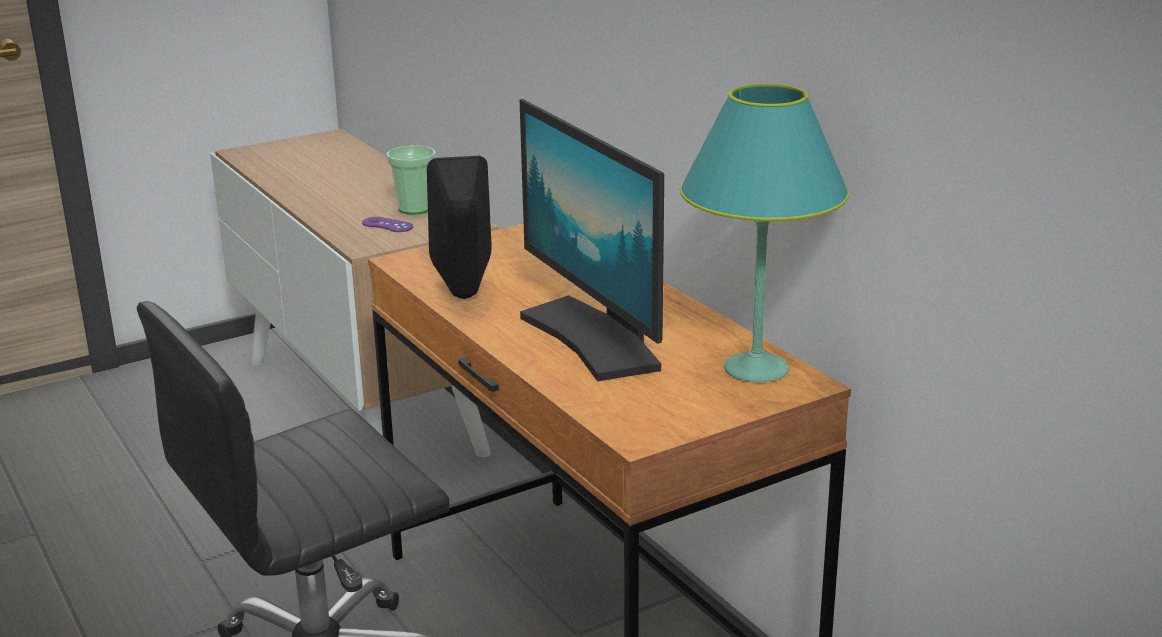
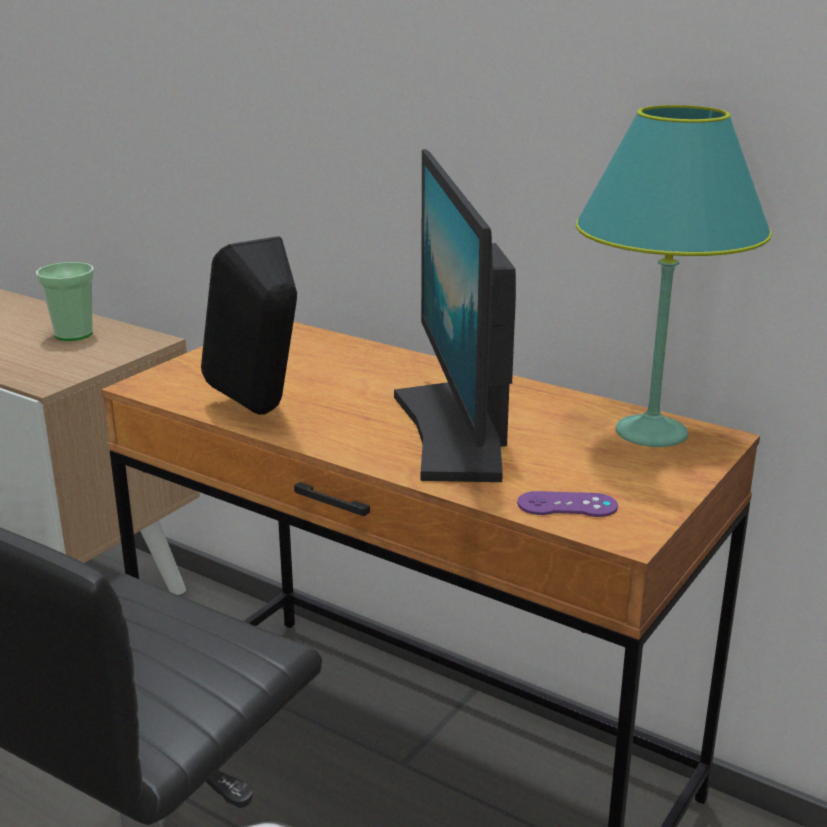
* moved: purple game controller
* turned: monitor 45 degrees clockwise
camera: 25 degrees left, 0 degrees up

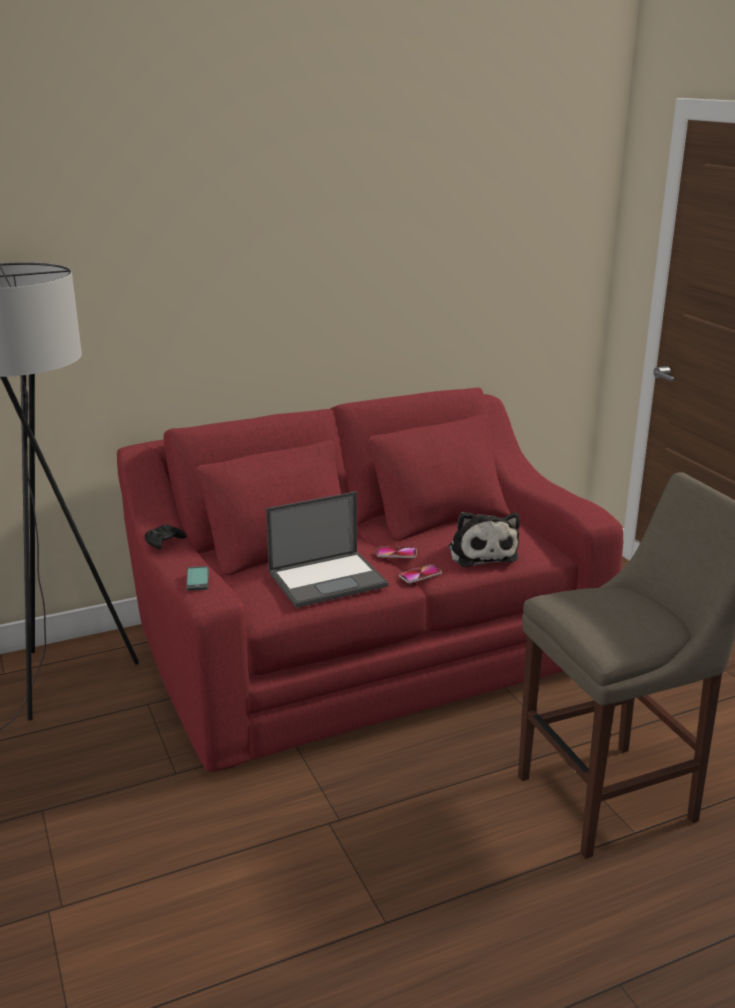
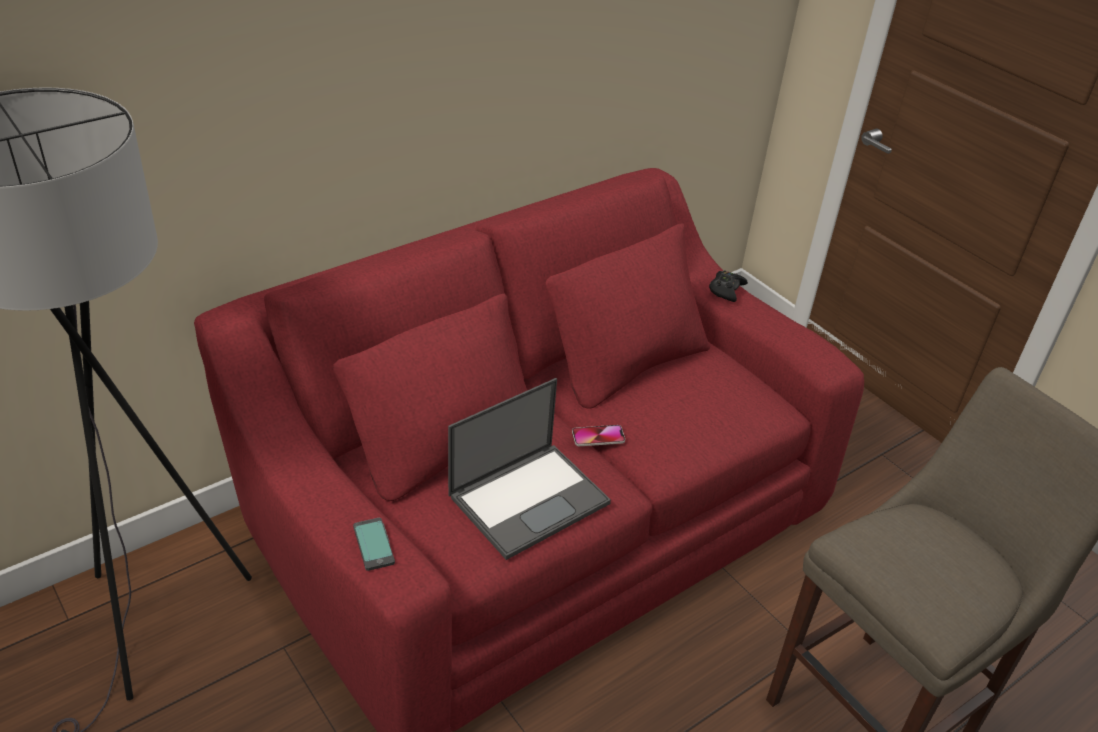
* moved: black game controller
* removed: phone (3rd from left)
* removed: plush toy
camera: 15 degrees left, 15 degrees up

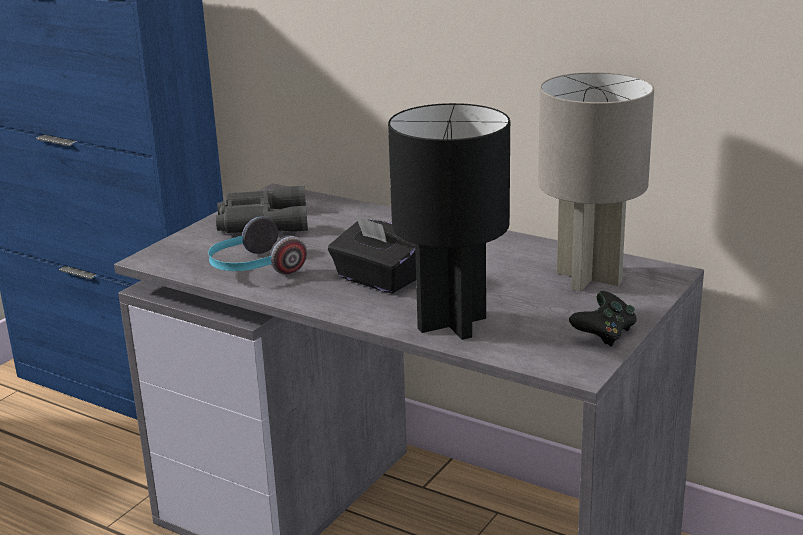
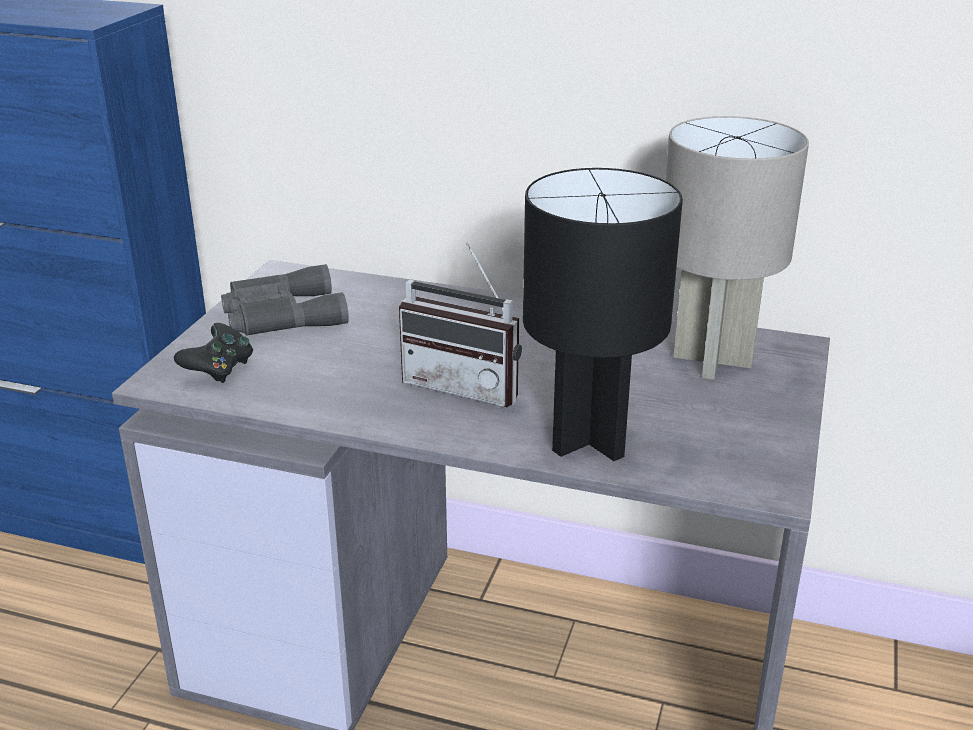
* removed: headphones
* replaced: black tissue box to radio
* moved: black game controller
camera: 15 degrees left, 5 degrees up

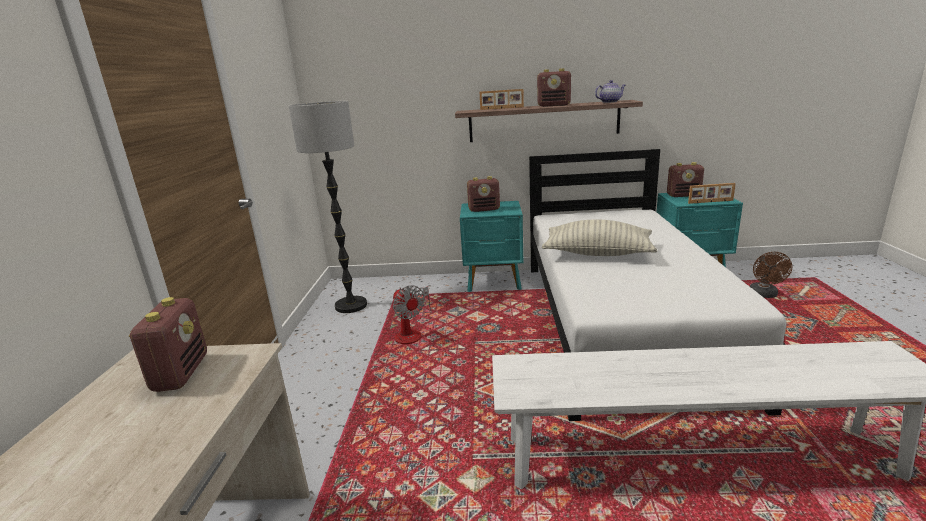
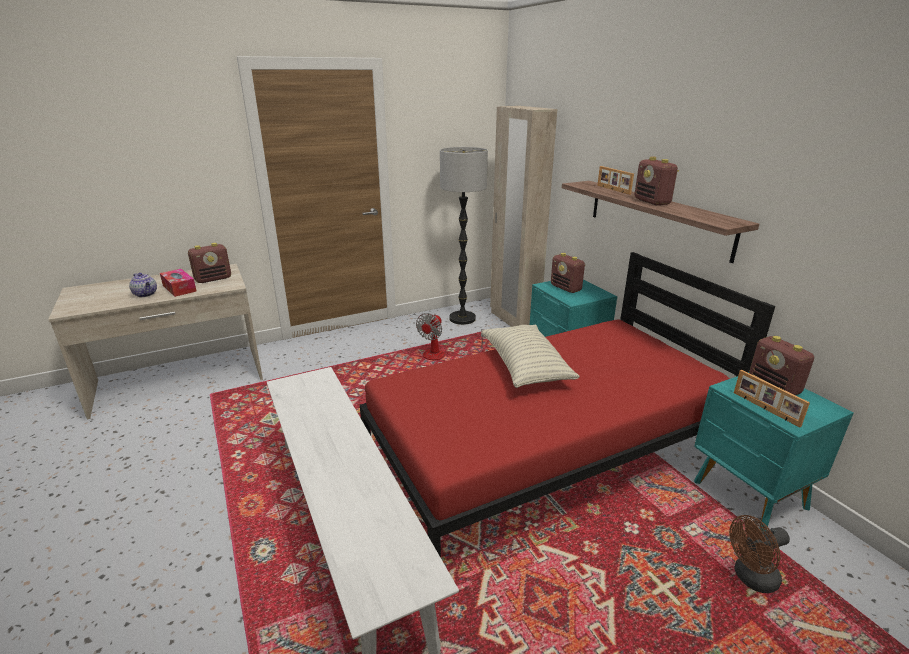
* recoloured: white bed to red bed
* moved: teapot
* added: tissue box
* added: beige wardrobe
camera: 60 degrees right, 5 degrees up

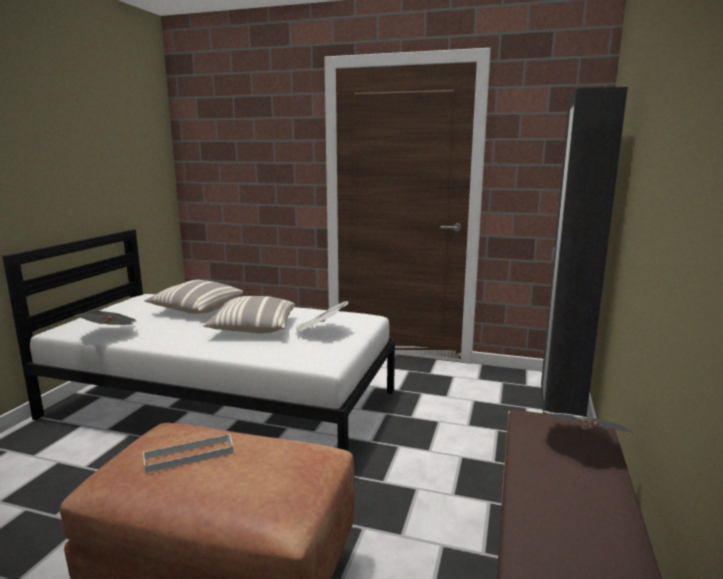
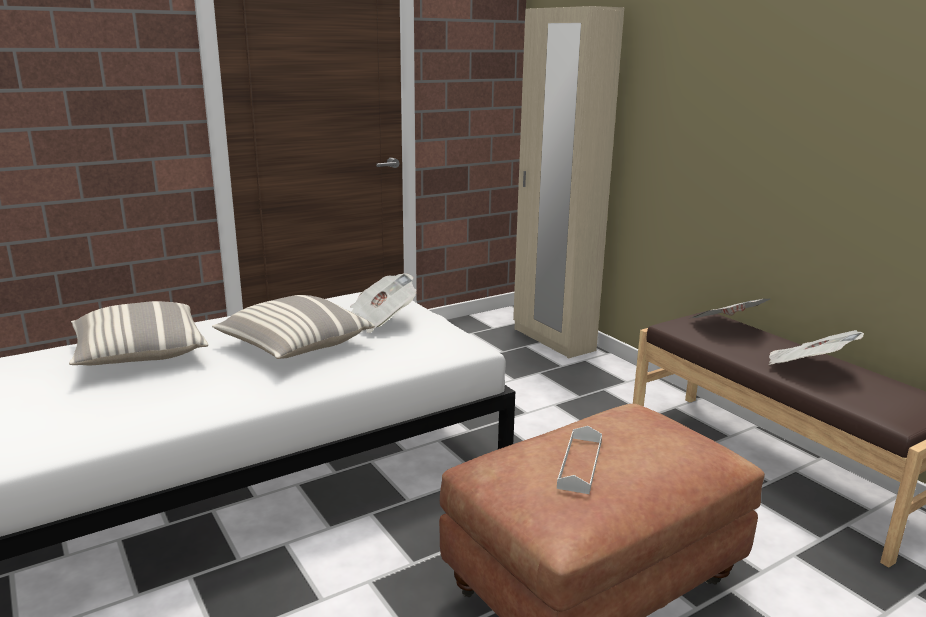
* moved: newspaper (1st from left in the first image) to newspaper (3rd from left)
* recoloured: black wardrobe to beige wardrobe
camera: 50 degrees left, 5 degrees up

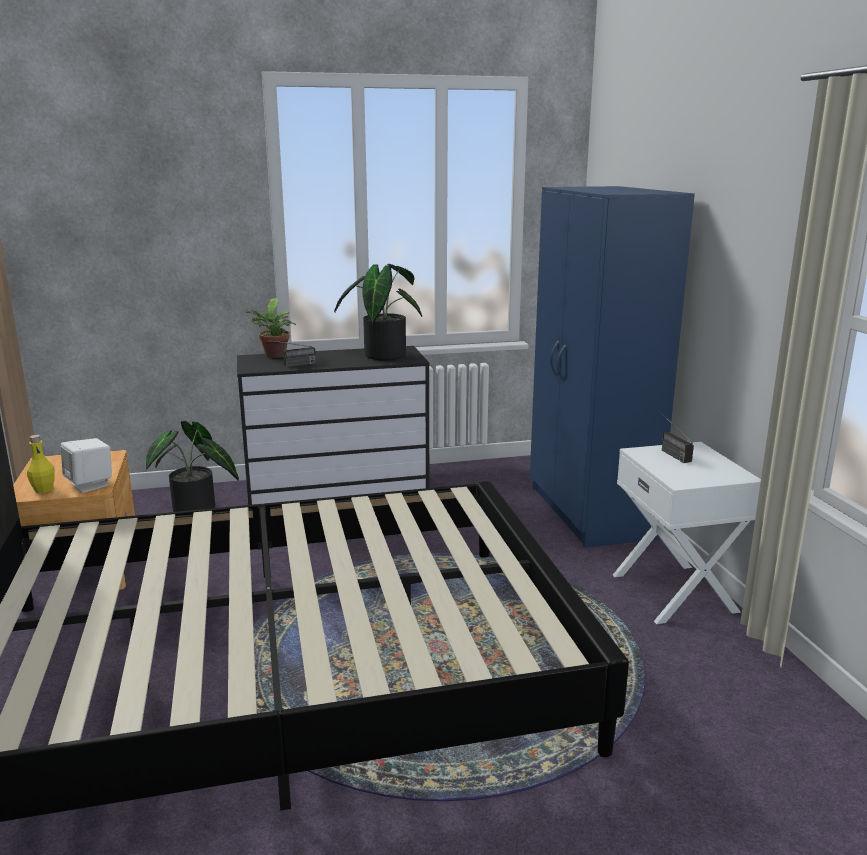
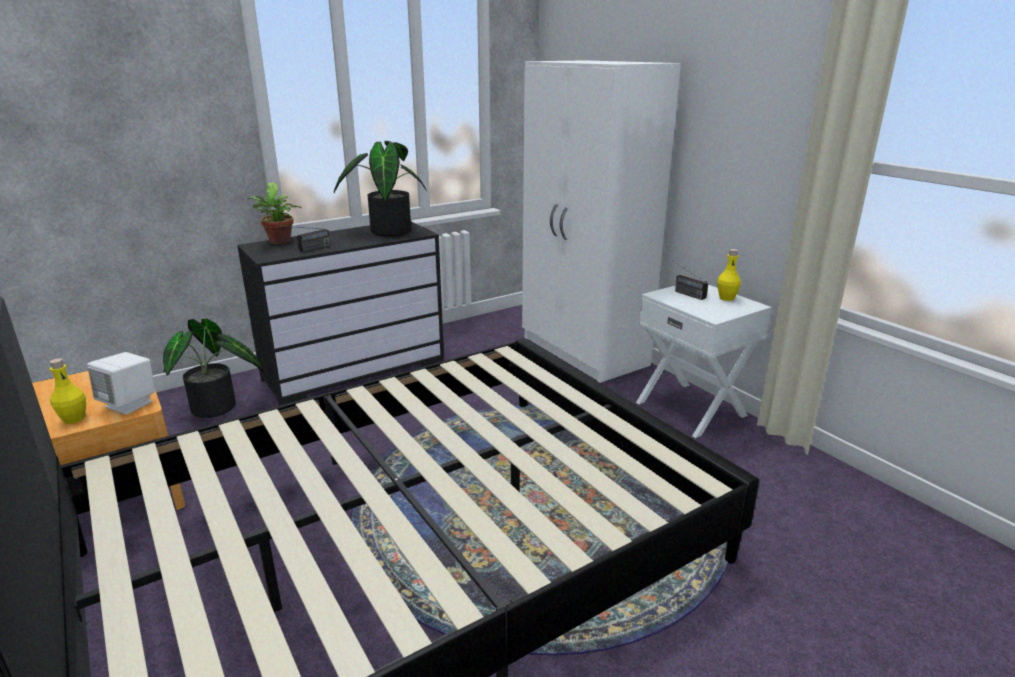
* recoloured: blue wardrobe to white wardrobe
* added: yellow bottle (2nd from left)
camera: 20 degrees left, 5 degrees up

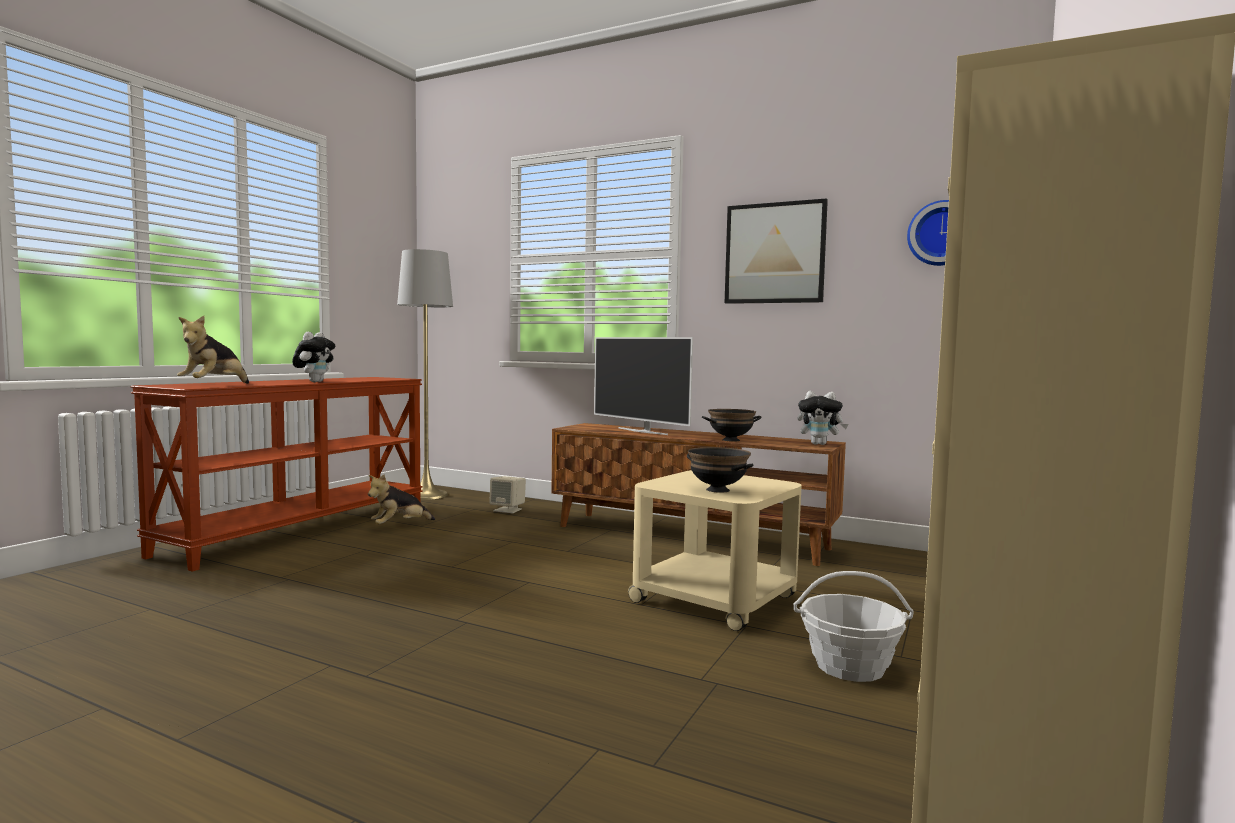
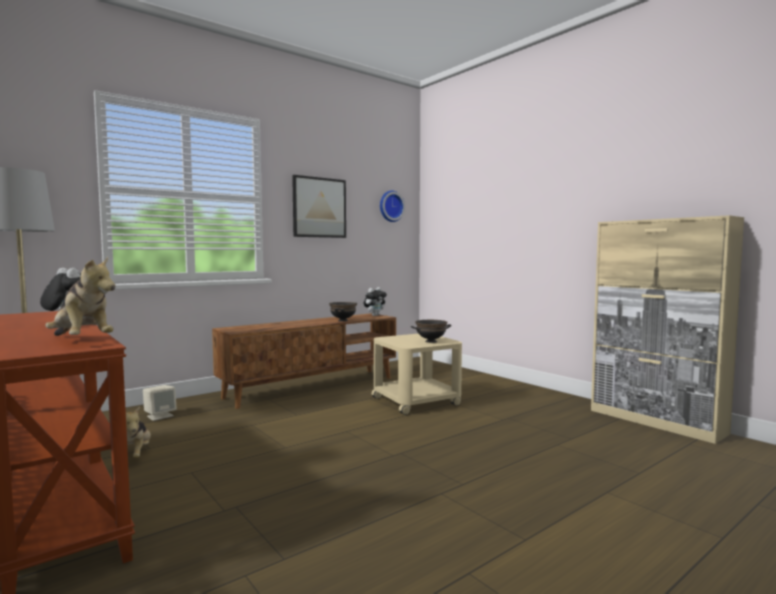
* removed: television
* removed: basket
camera: 65 degrees left, 0 degrees up

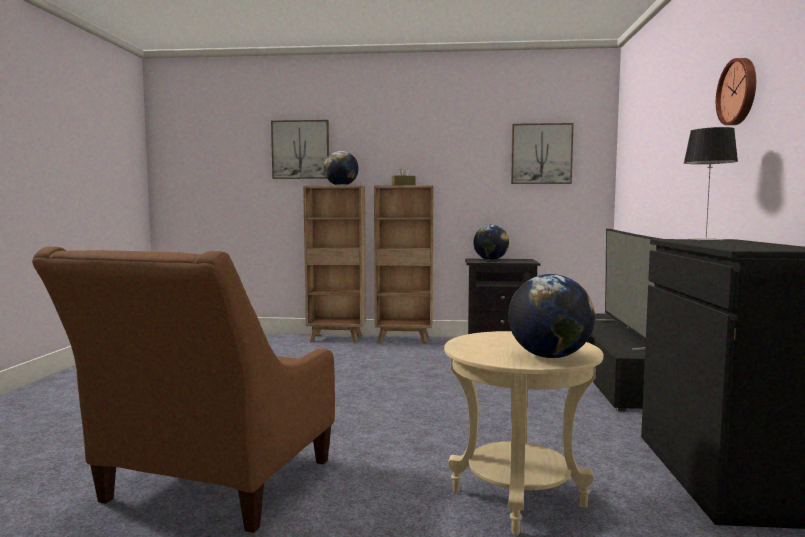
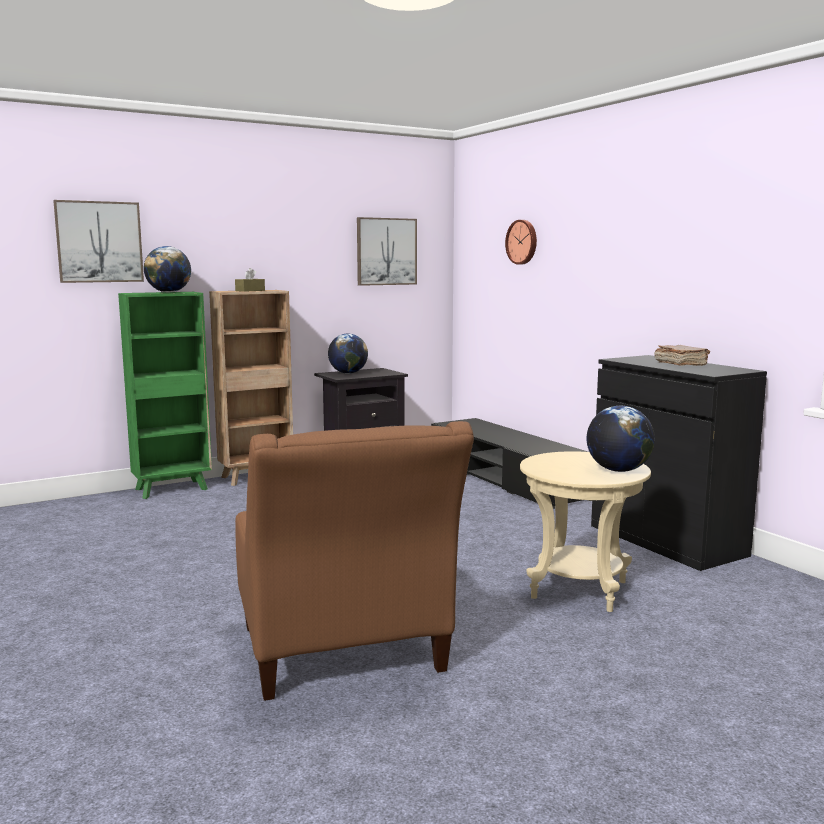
* recoloured: brown bookcase (1st from left) to green bookcase
* removed: television
* removed: table lamp
* moved: wall clock
* added: brown book
camera: 35 degrees left, 5 degrees up

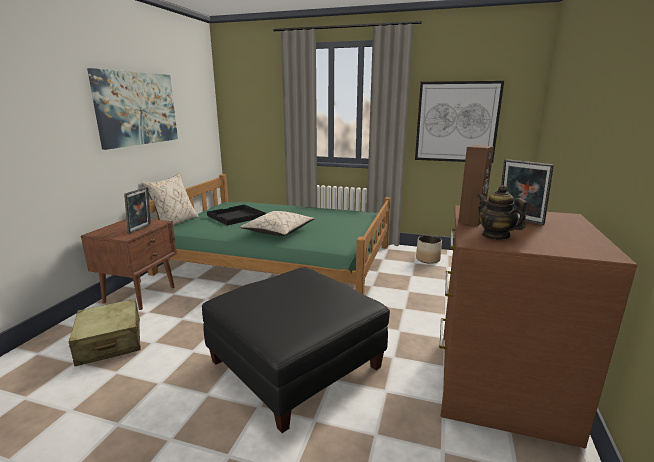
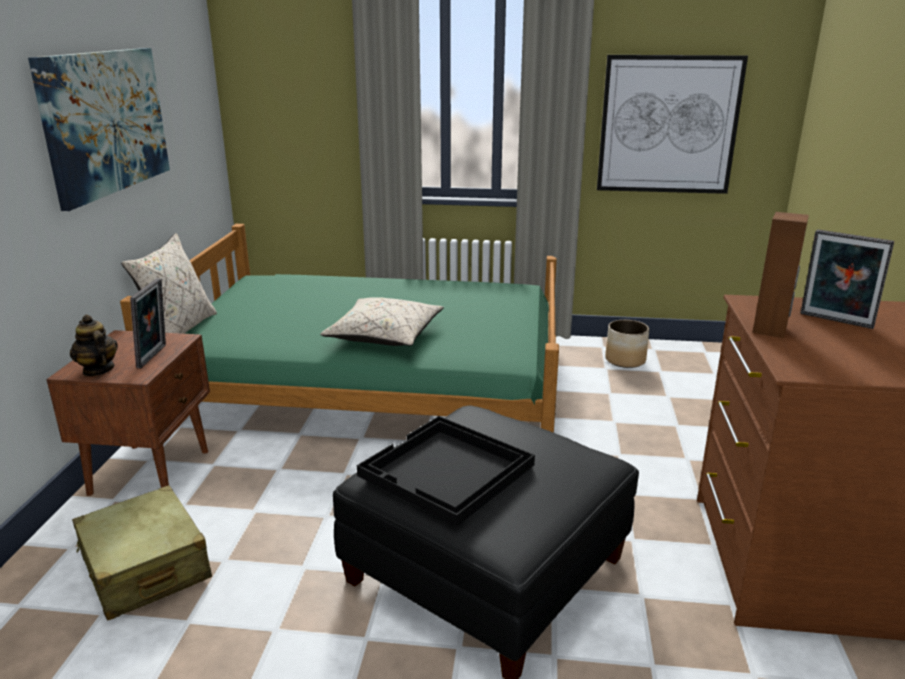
* moved: black tray
* moved: teapot
camera: 10 degrees left, 5 degrees up

